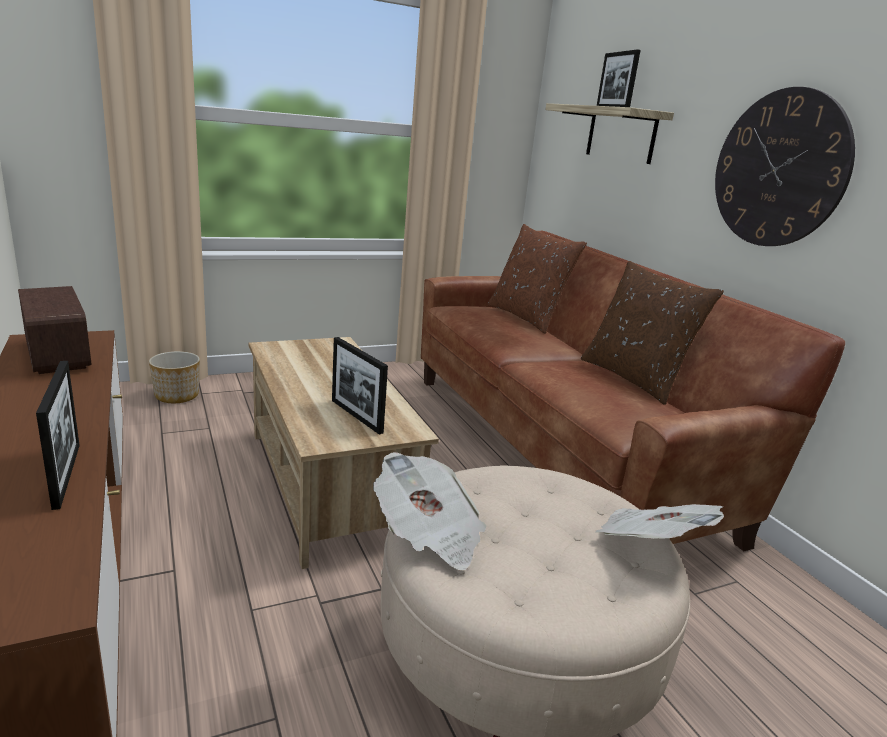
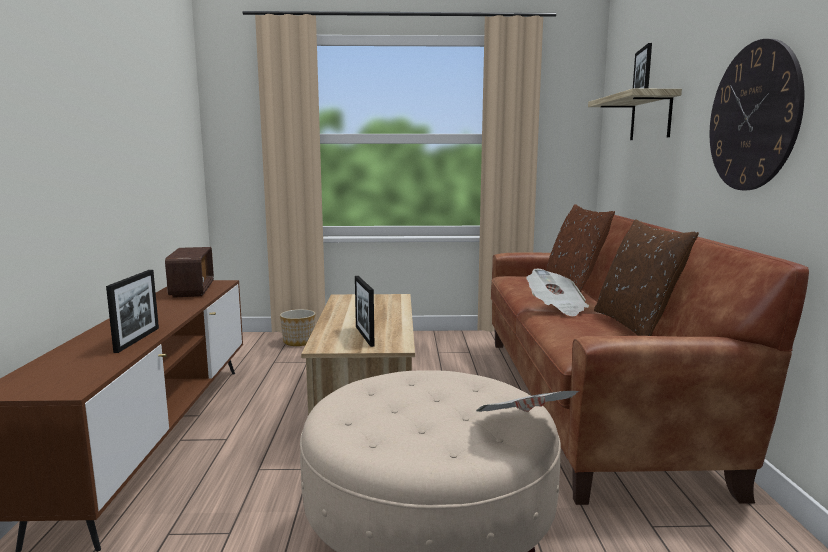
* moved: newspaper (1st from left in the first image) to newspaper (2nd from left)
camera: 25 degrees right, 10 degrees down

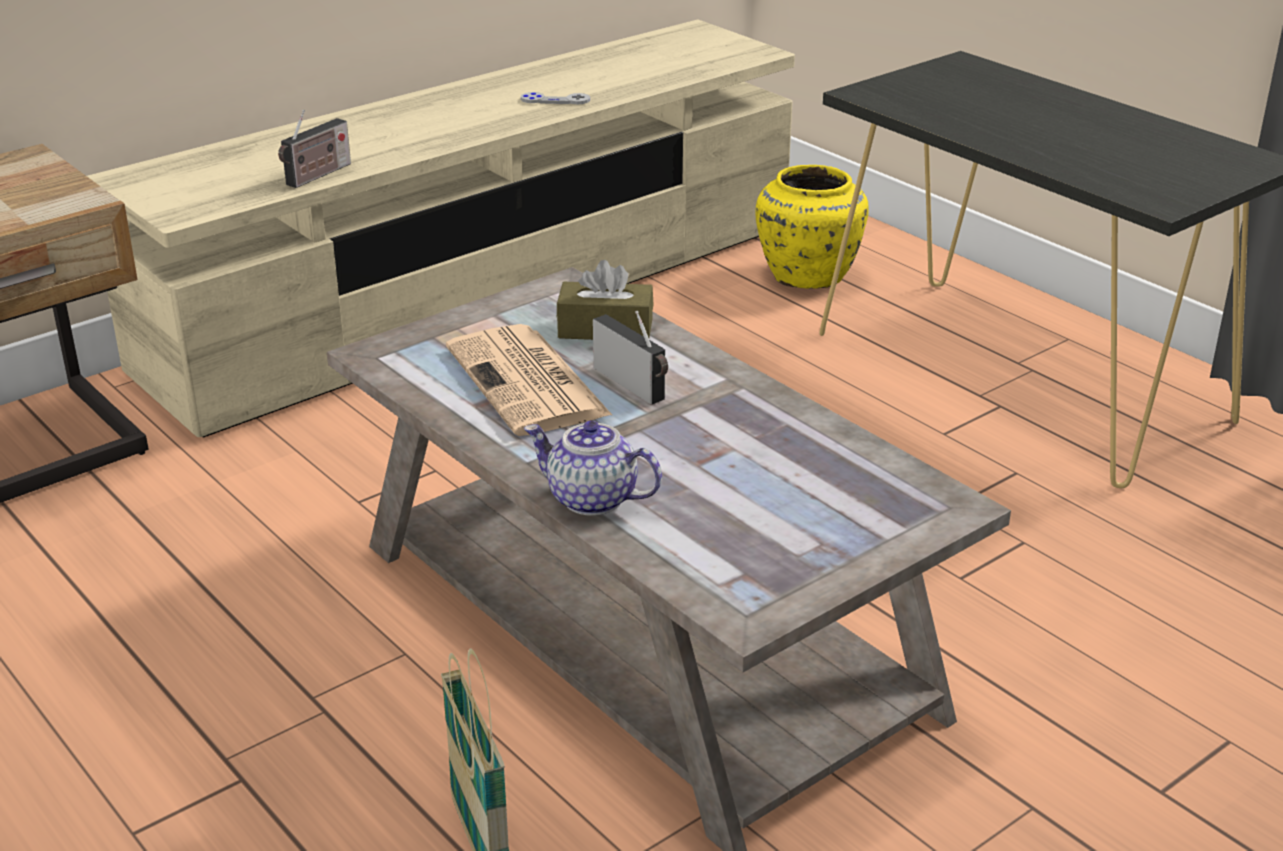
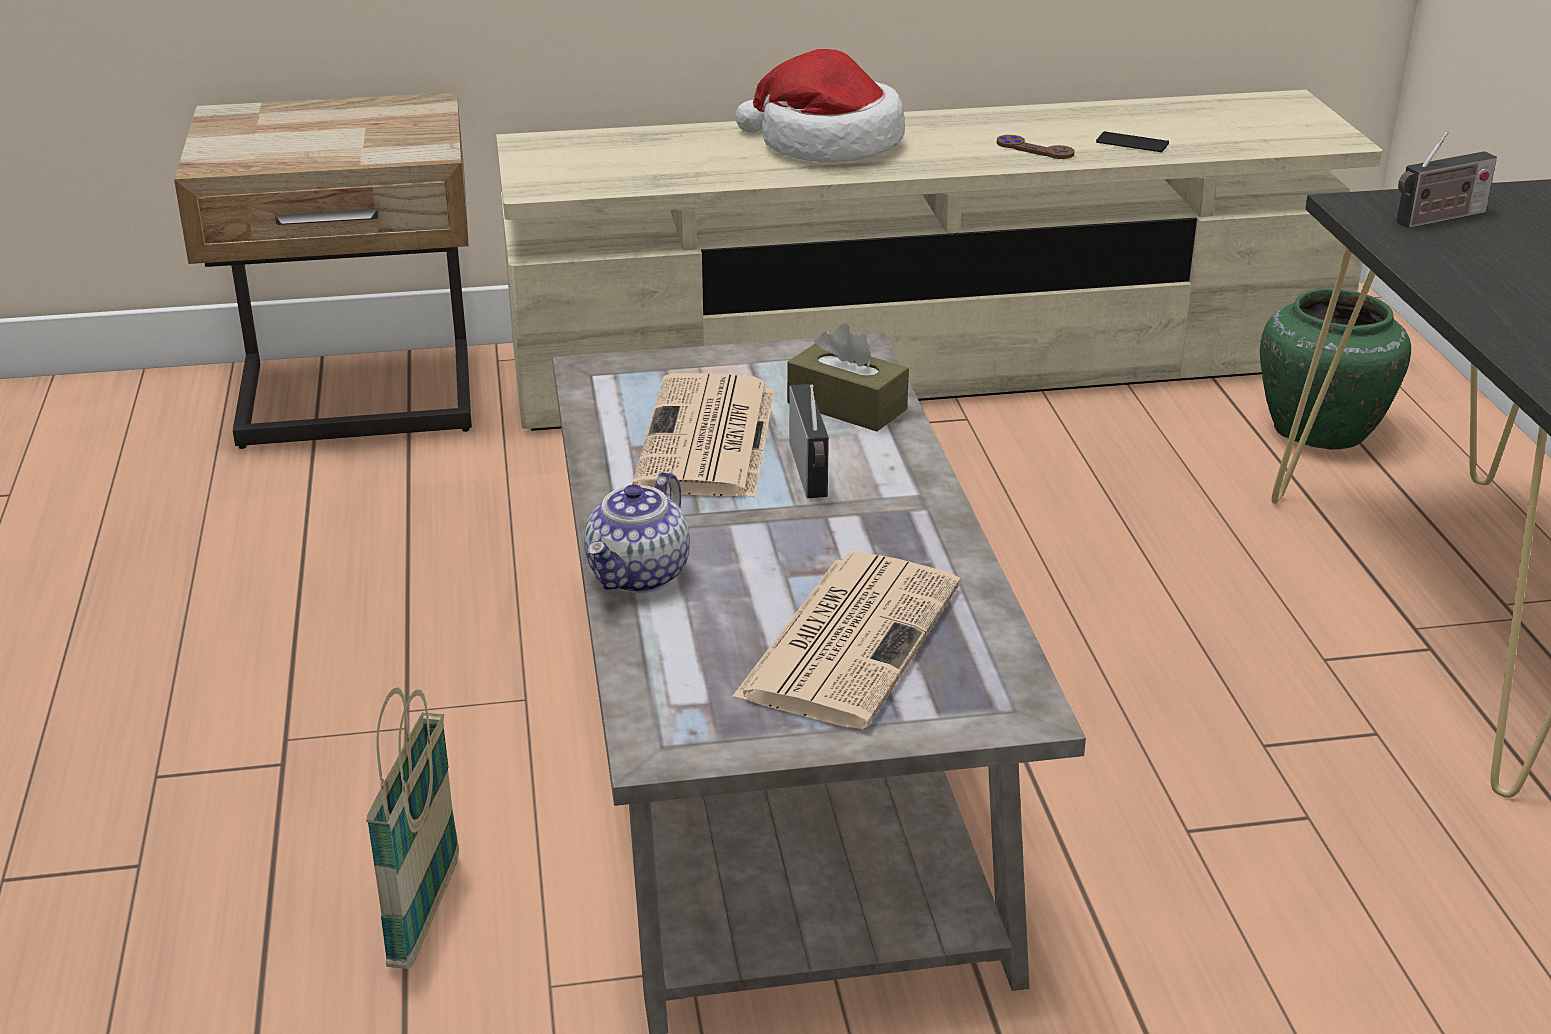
* moved: radio (1st from left in the first image) to radio (2nd from left)
* recoloured: grey game controller to brown game controller
* turned: teapot 120 degrees counterclockwise
* recoloured: yellow vase to green vase
* added: newspaper (2nd from left)
* added: hat
* added: phone
camera: 30 degrees right, 0 degrees up

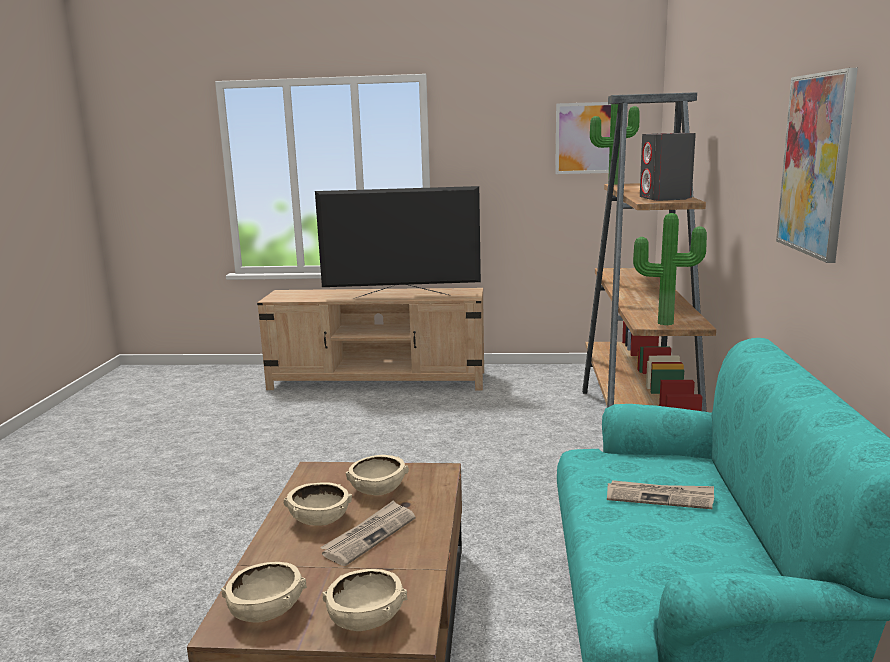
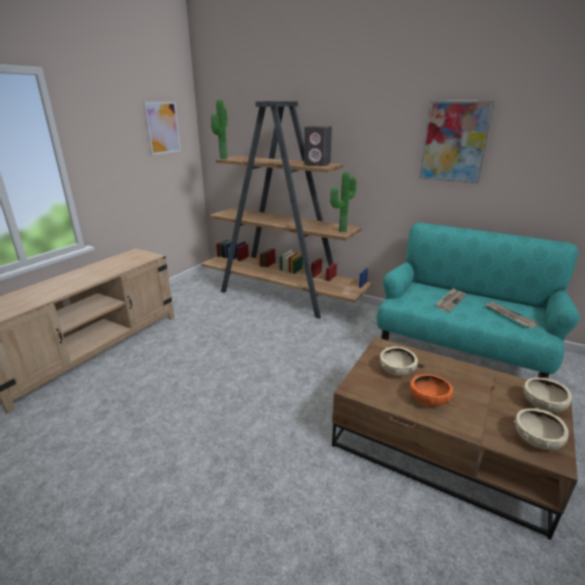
* recoloured: beige bowl (2nd from left) to orange bowl
* removed: television
* moved: newspaper (1st from left in the first image) to newspaper (2nd from left)
camera: 65 degrees left, 10 degrees up

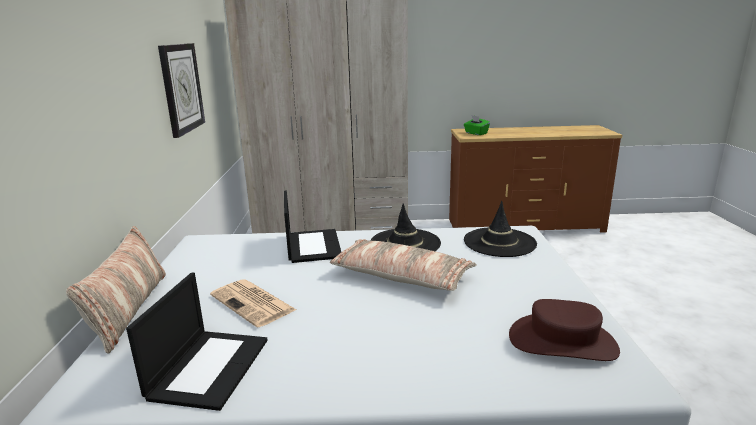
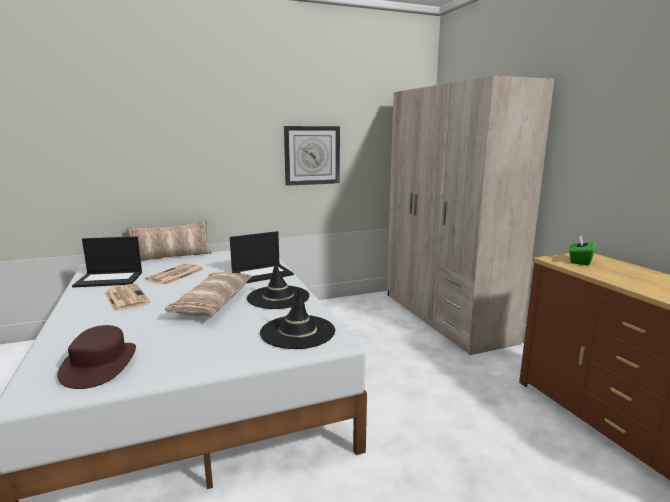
* added: newspaper (1st from left)
camera: 70 degrees right, 5 degrees down

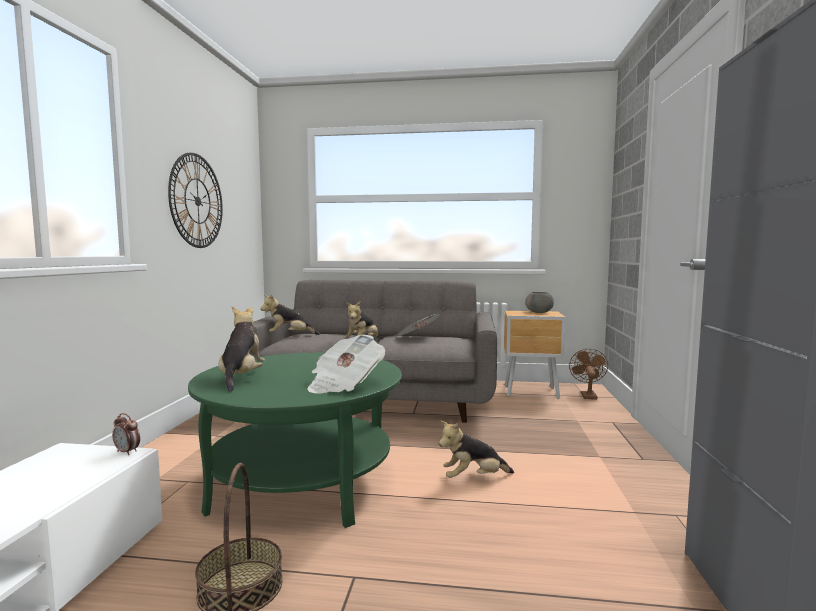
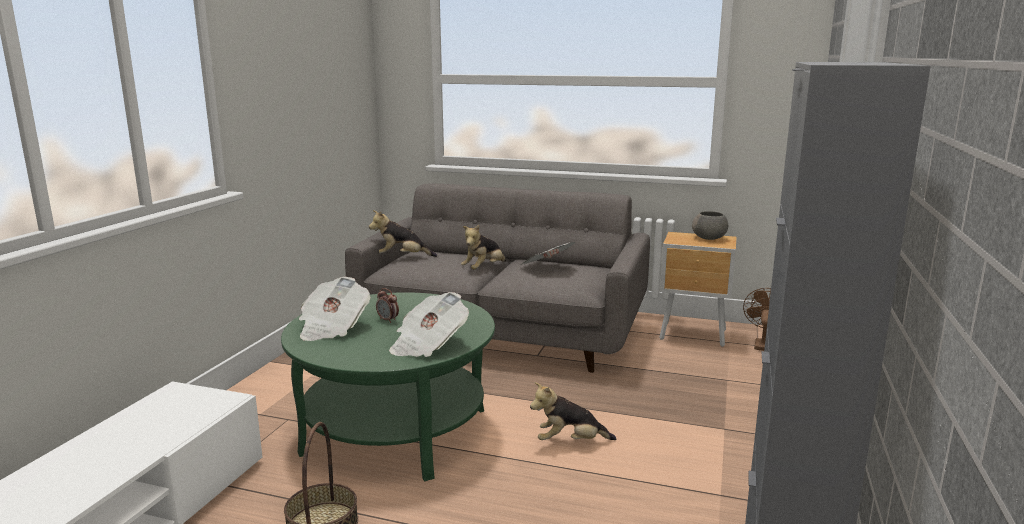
* moved: alarm clock
* removed: wall clock
* replaced: plush toy (1st from left) to newspaper (1st from left)
camera: 10 degrees right, 10 degrees up

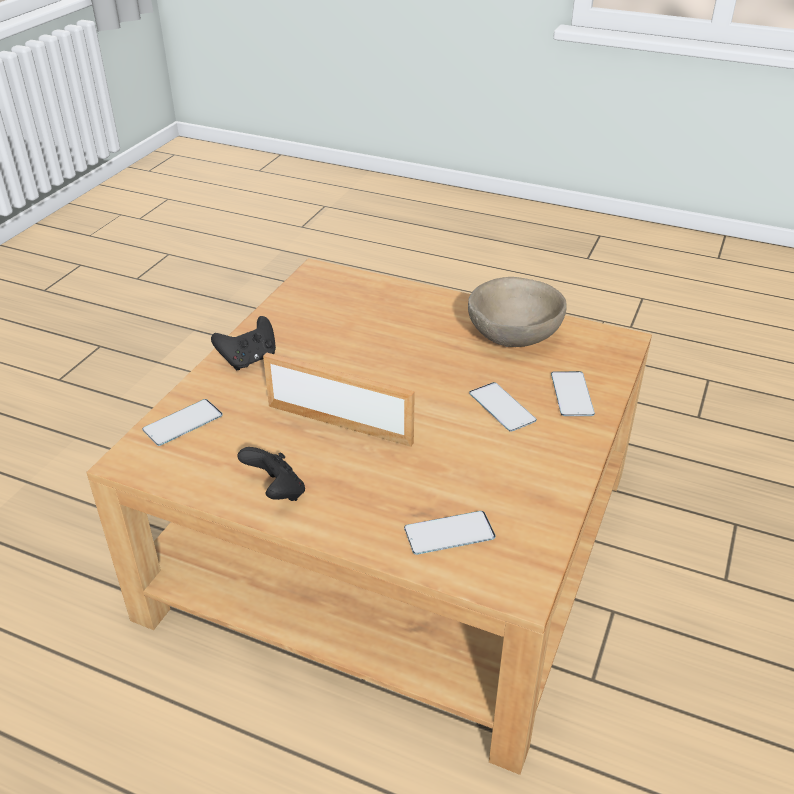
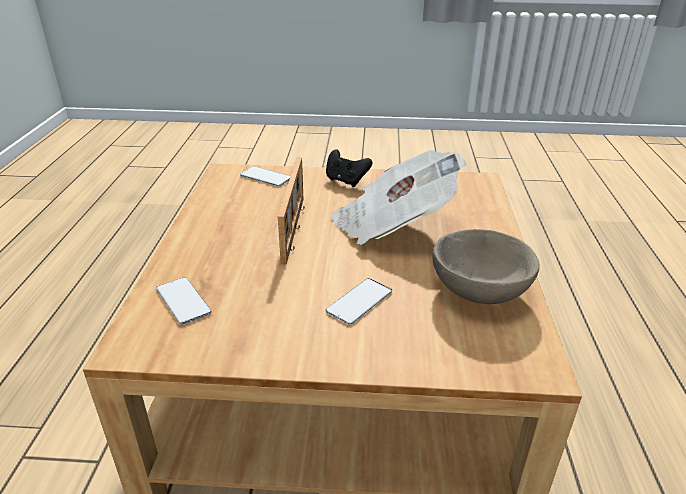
* removed: black game controller (2nd from left)
* removed: phone (4th from left)
* added: newspaper
camera: 70 degrees right, 5 degrees down

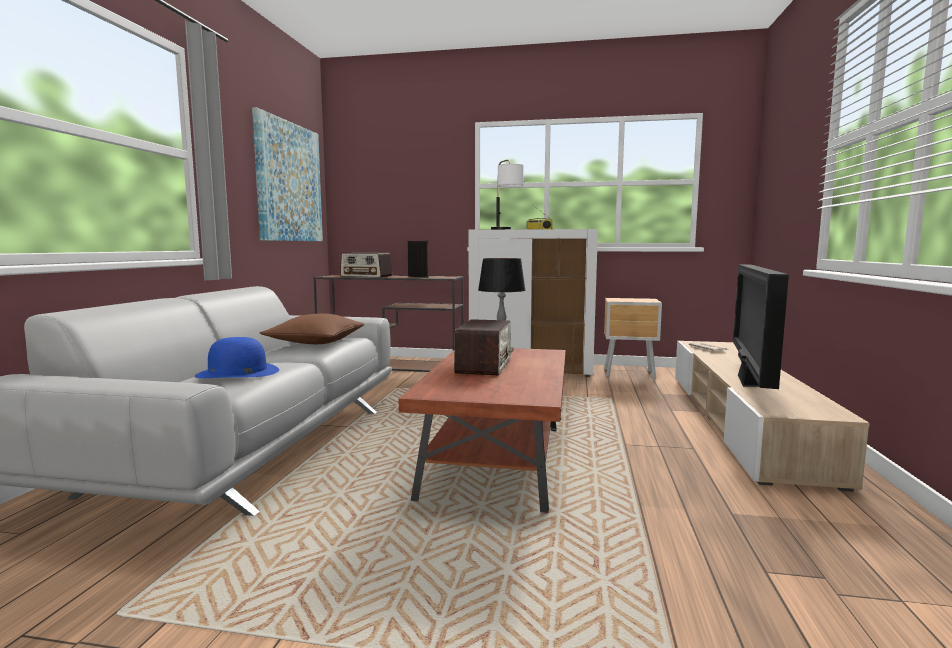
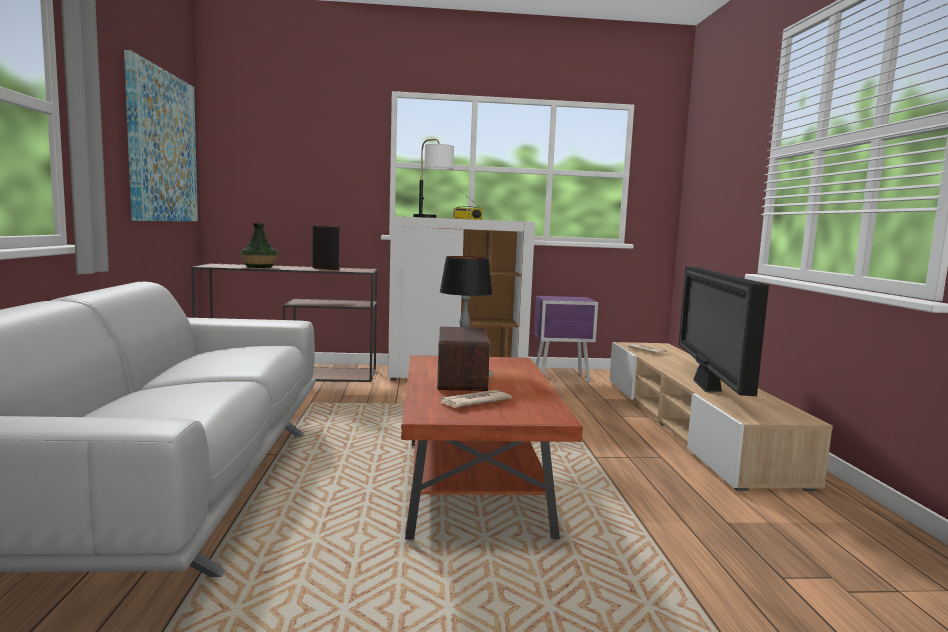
* removed: blue hat
* removed: brown pillow
* replaced: radio (1st from left) to vase
* recoloured: brown nightstand to purple nightstand
* added: newspaper (1st from left)
camera: 15 degrees left, 0 degrees up

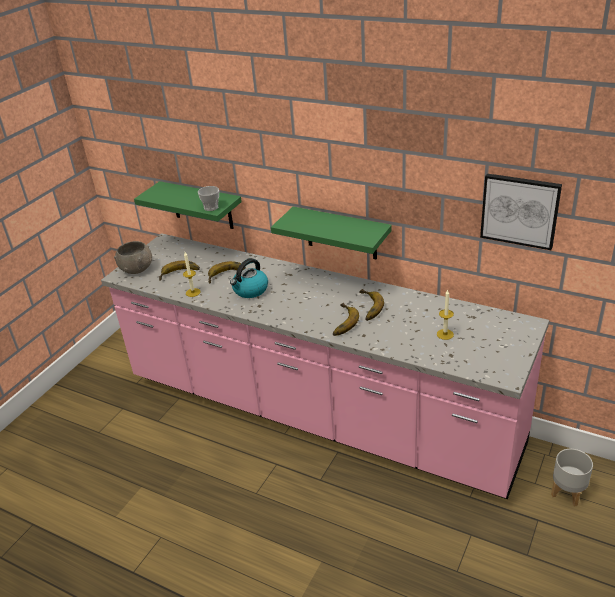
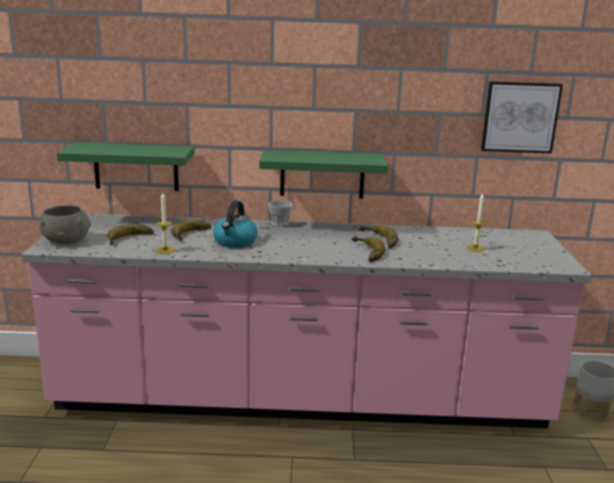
* moved: cup
camera: 30 degrees left, 15 degrees down

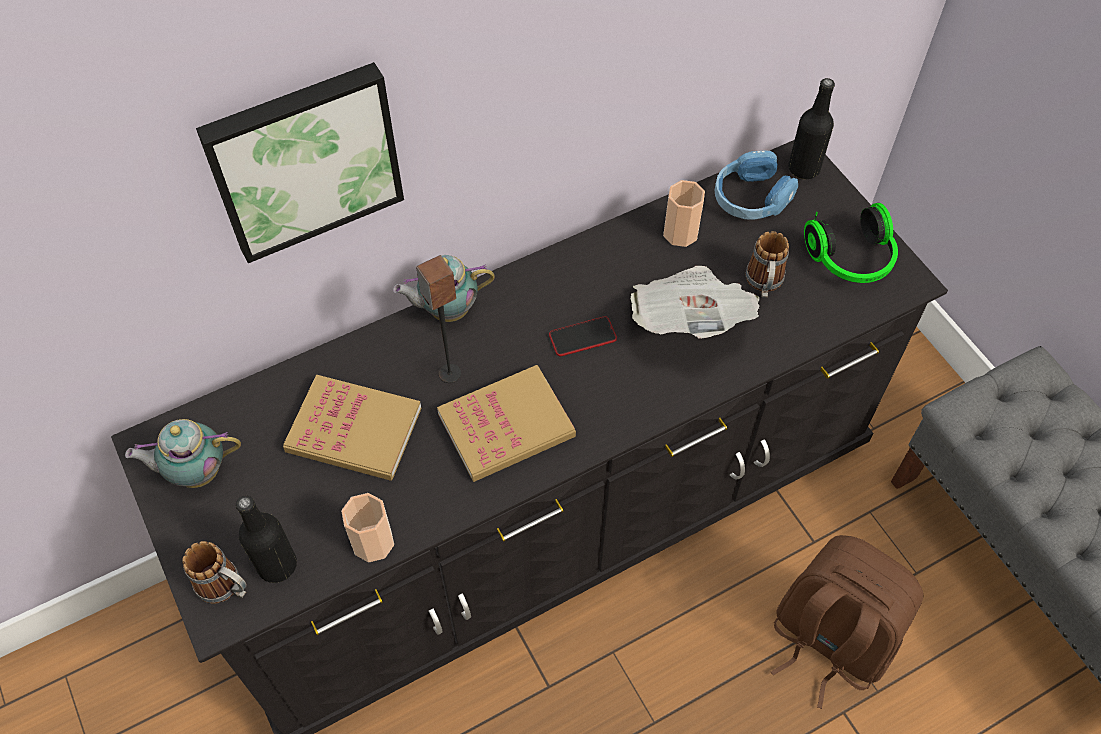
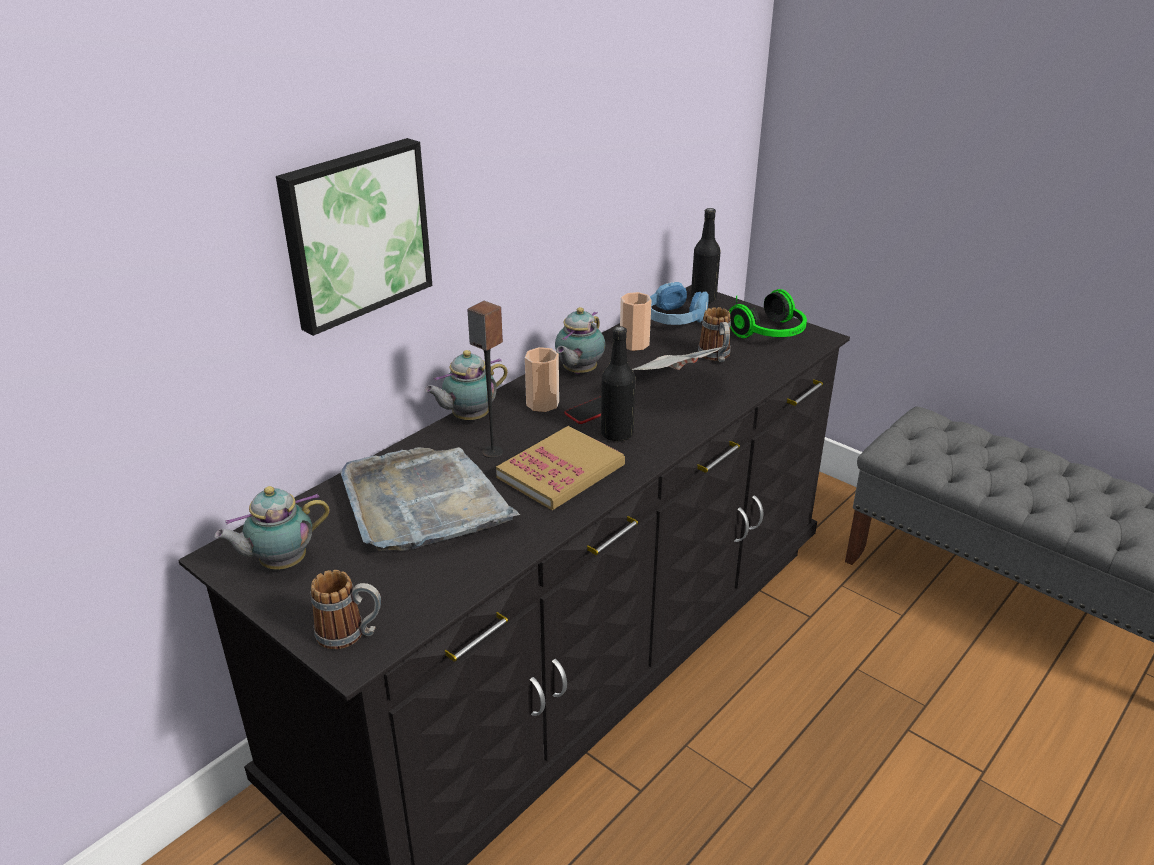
* moved: black bottle (1st from left)
* replaced: book (1st from left) to grey tray
* moved: cup (1st from left)
* removed: brown backpack
* added: teapot (3rd from left)
camera: 20 degrees left, 25 degrees down

